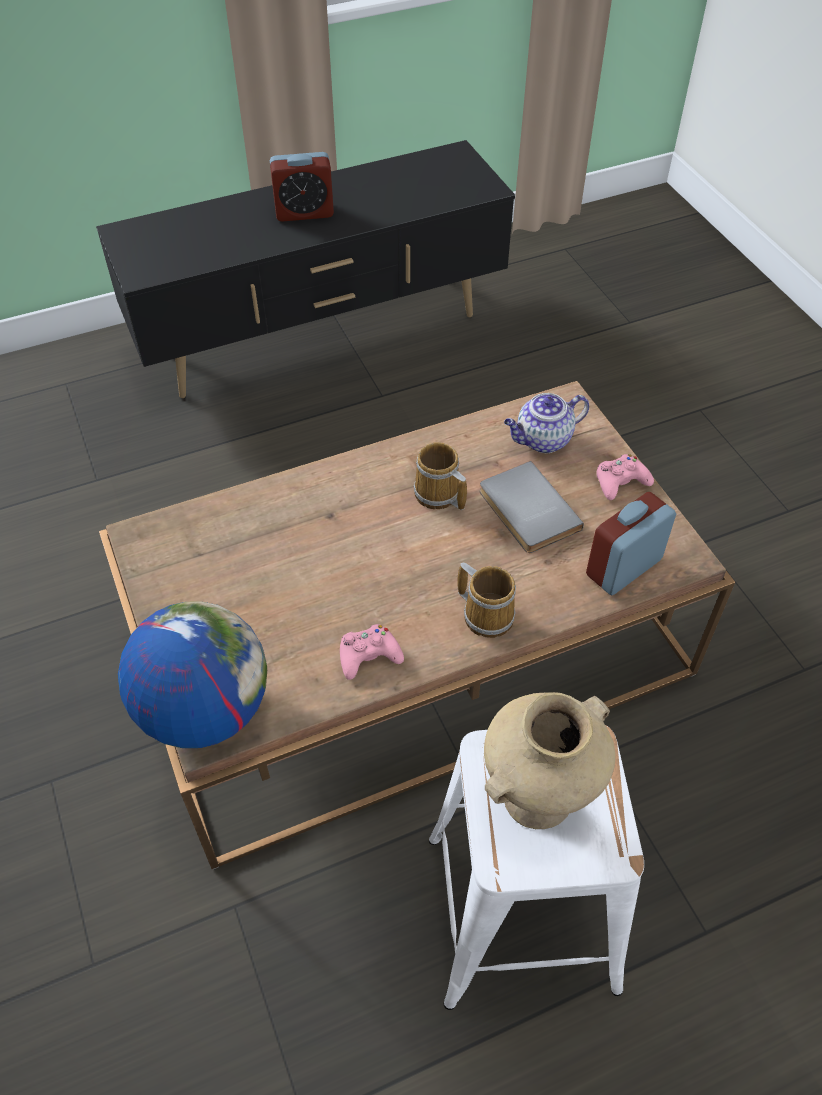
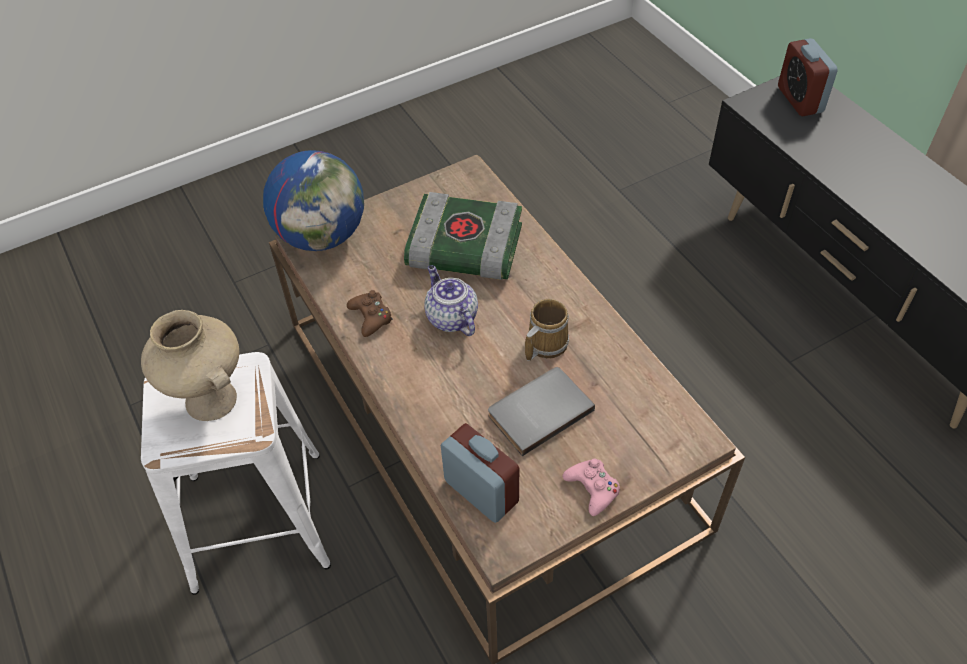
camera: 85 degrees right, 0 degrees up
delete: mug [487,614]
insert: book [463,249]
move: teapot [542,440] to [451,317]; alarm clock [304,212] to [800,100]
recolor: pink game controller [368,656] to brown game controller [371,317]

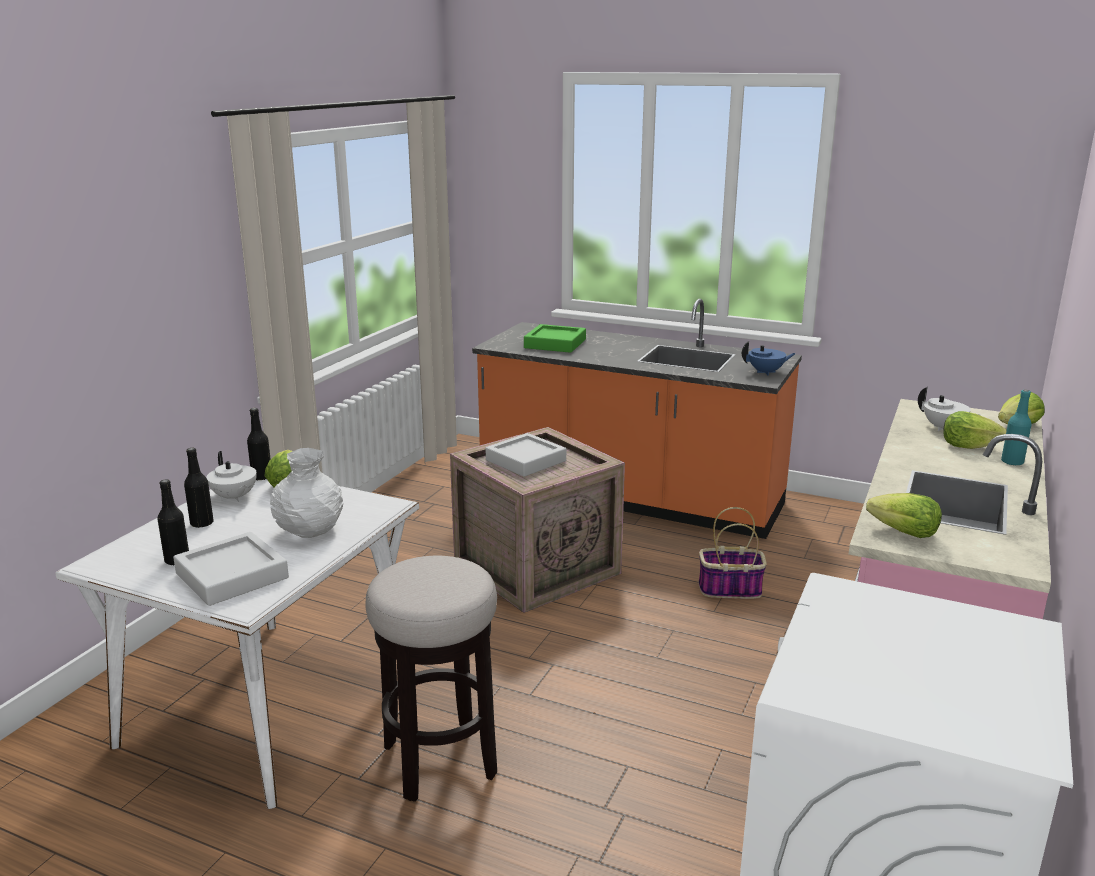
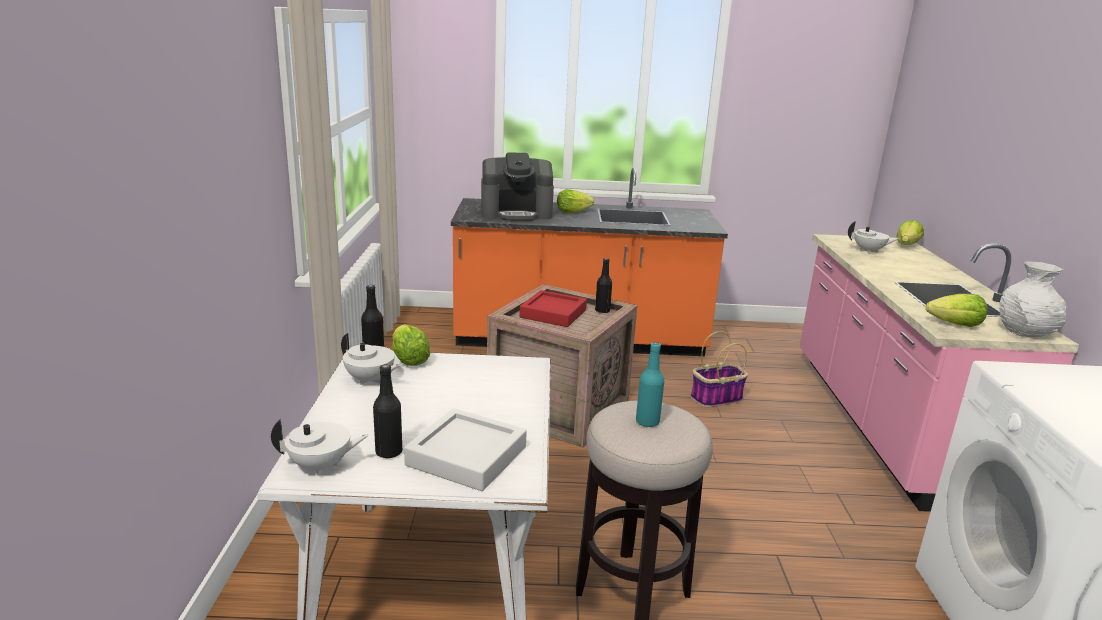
camera: 25 degrees left, 0 degrees up
delete: blue teapot [766,372]
insert: white teapot [321,466]
move: lettuce [968,446] to [572,212]; black bottle [202,523] to [602,311]; turquoise bottle [1012,462] to [647,422]; white vase [311,531] to [1025,332]
replace: green tray [555,344] to coffee machine [516,213]
recolor: grey tray [526,460] to red tray [553,314]

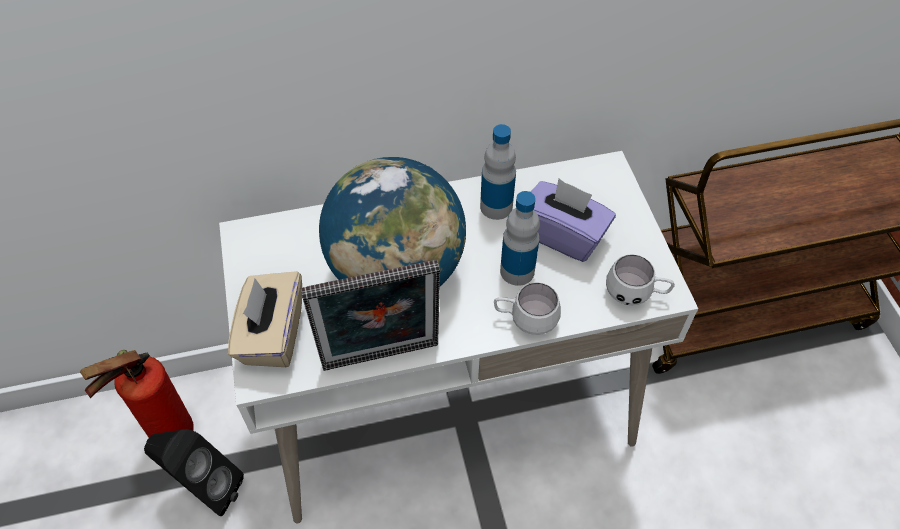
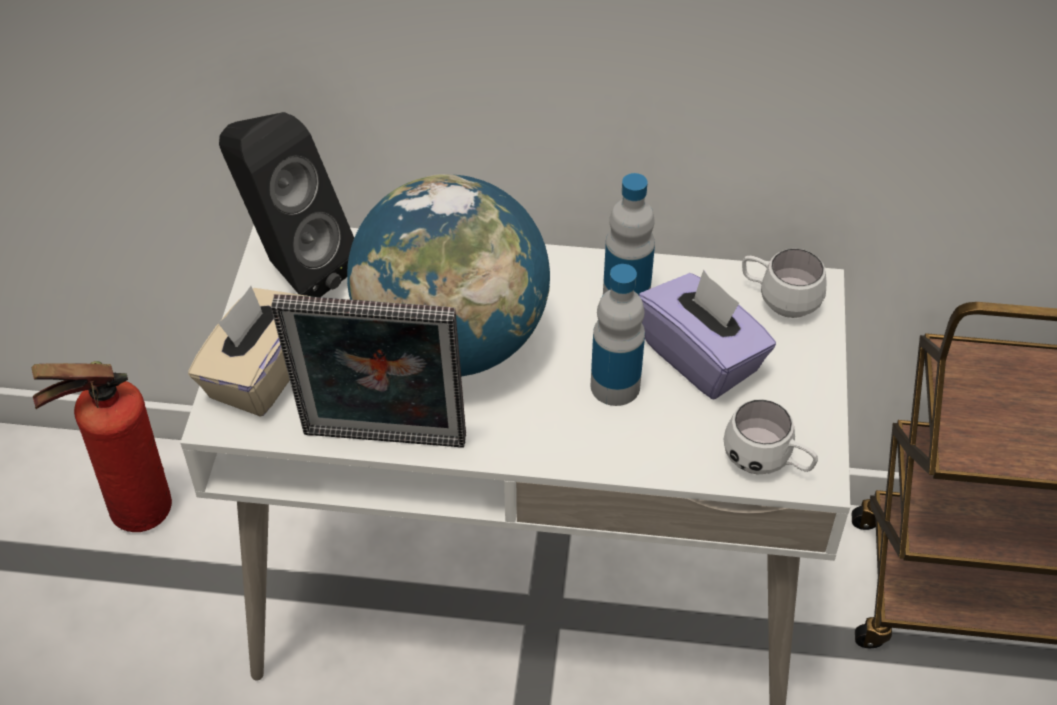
camera: 20 degrees right, 5 degrees down
move: black speaker [205,489] to [293,269]; white mug [525,319] to [778,299]

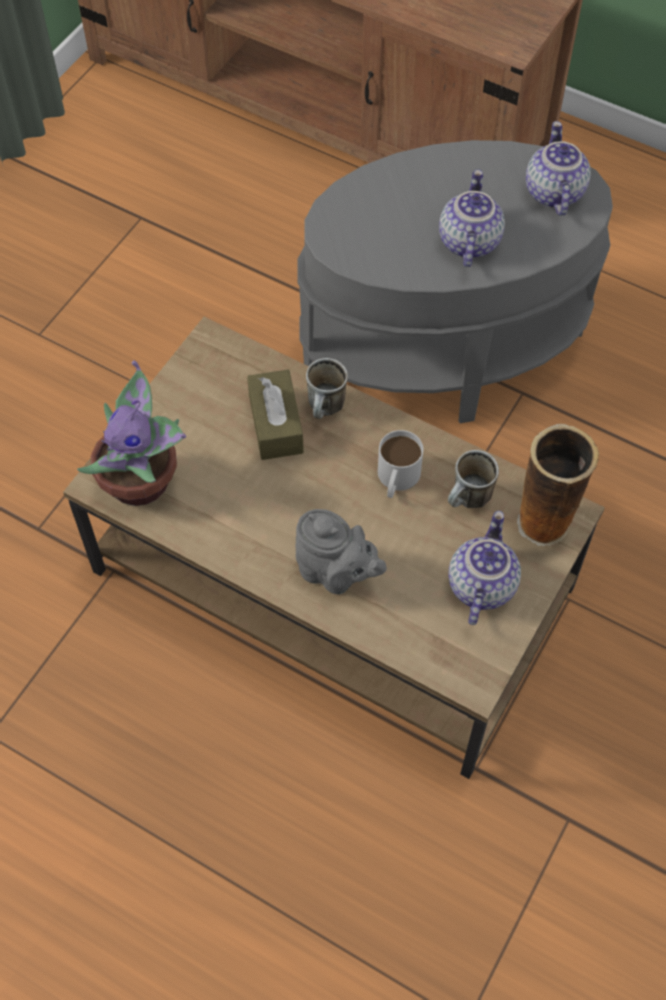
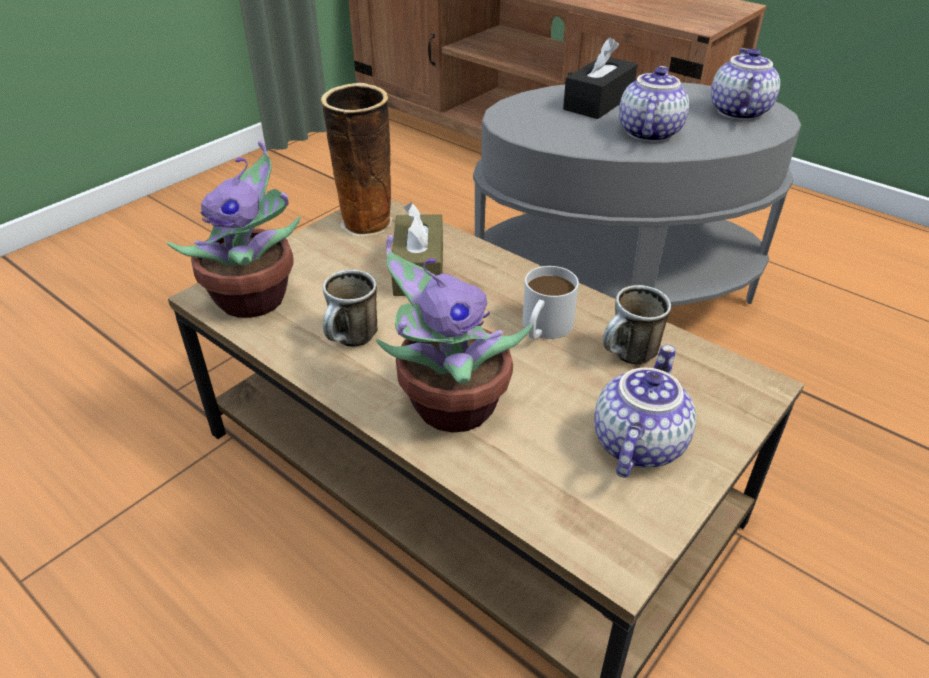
camera: 10 degrees right, 20 degrees down
insert: black tissue box [598,102]
move: vase [544,525] to [366,224]; mug [326,410] to [352,341]
replace: grey teapot [336,573] to potted plant [448,407]

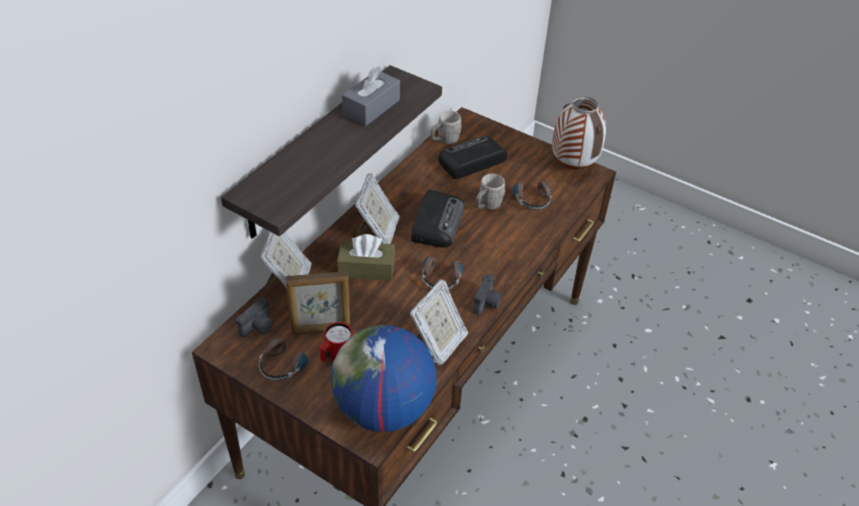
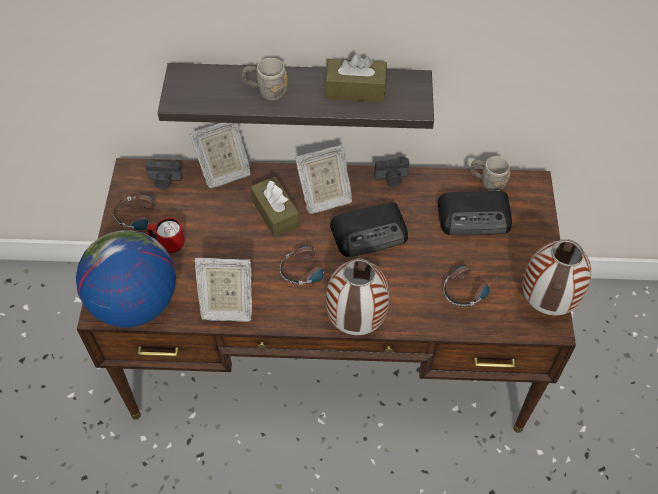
camera: 60 degrees right, 10 degrees up
delete: picture frame [321,330]
insert: vase [356,323]
move: grey mug [487,205] to [266,92]; photo camera [487,303] to [391,179]
recolor: grey tissue box [371,107] to brown tissue box [355,89]
rotate: radio [470,161] = [475,217] 150 degrees clockwise

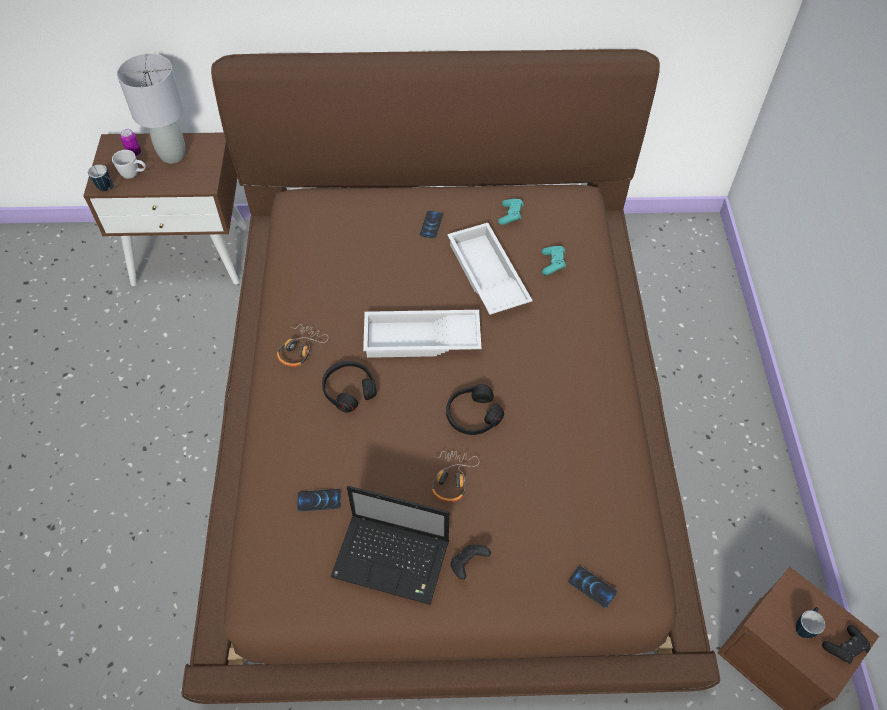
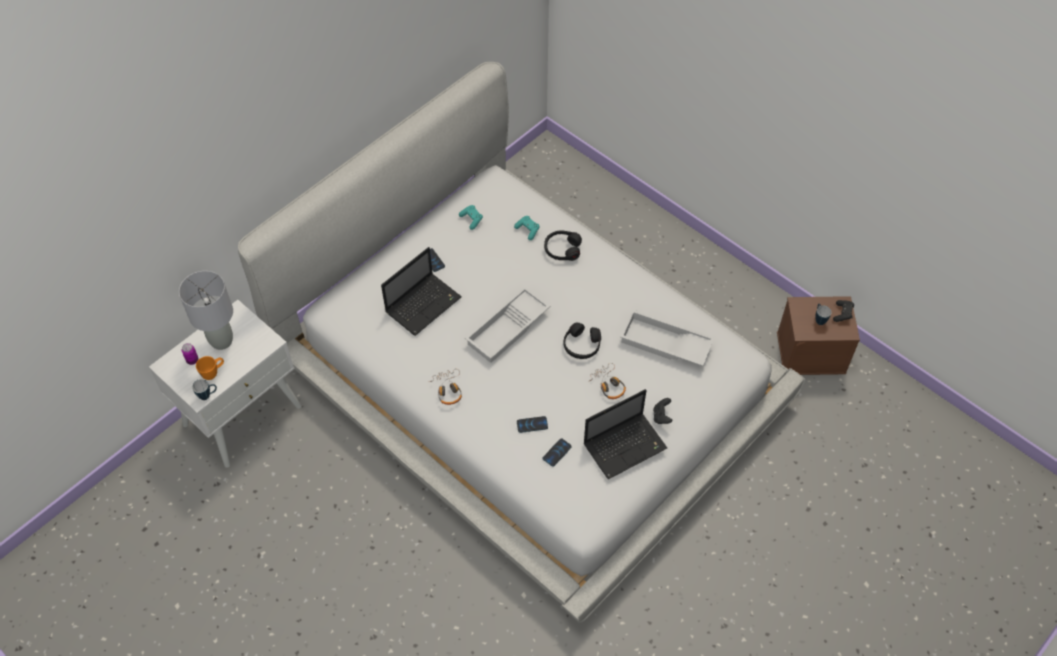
camera: 45 degrees left, 0 degrees up
insert: laptop [424,304]
move: phone [592,587] to [532,424]; black headphones [349,389] to [562,249]; white tray [485,275] to [664,344]
recolor: brown nightstand [191,254] to white nightstand [242,414]; white mug [134,175] to orange mug [213,373]; brown bed [443,420] to white bed [528,379]

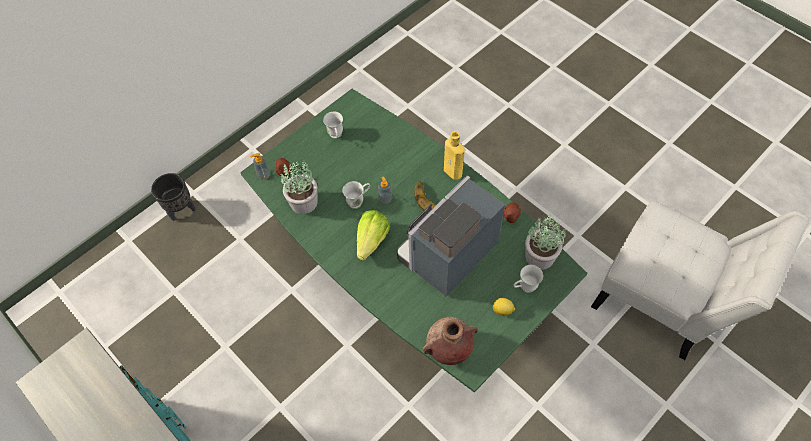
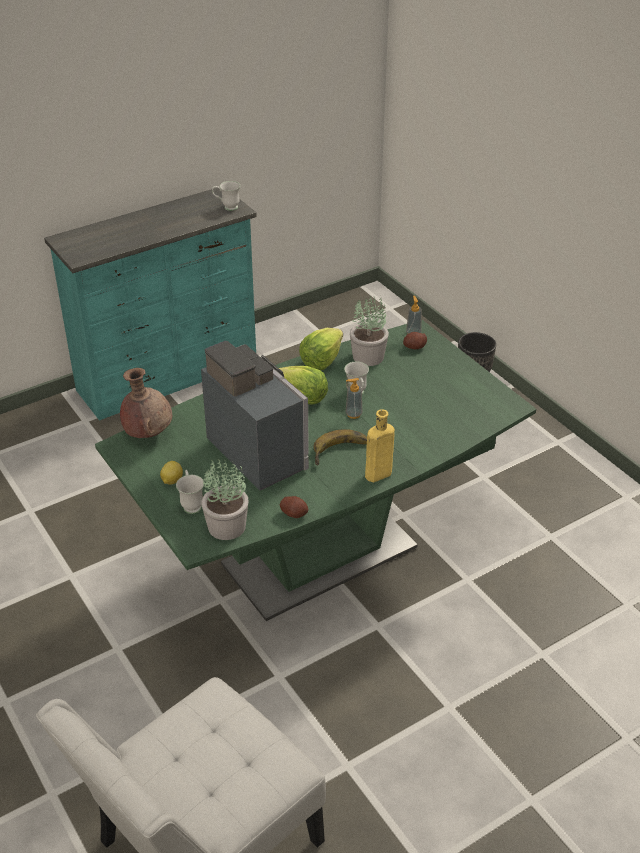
camera: 100 degrees right, 20 degrees down
insert: lettuce [321,361]
move: white mug [336,136] to [227,207]

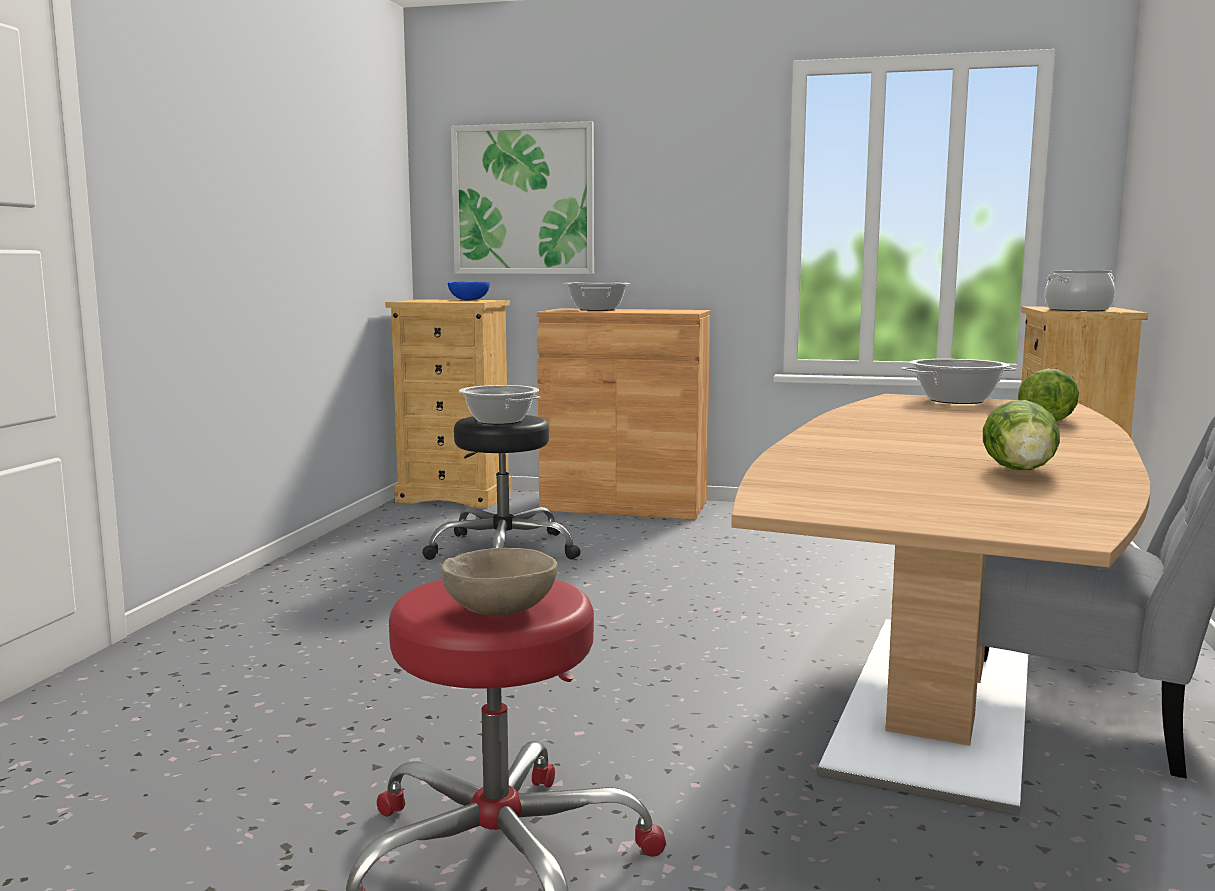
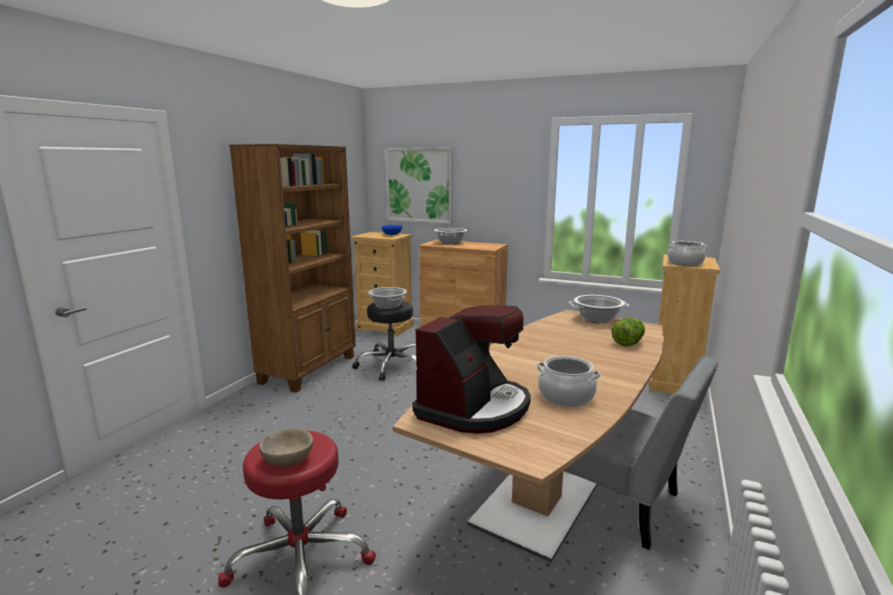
camera: 10 degrees right, 5 degrees up
insert: brown bookcase [309,369]; coffee machine [474,407]
replace: lettuce [1021,472] to cooking pot [566,396]

